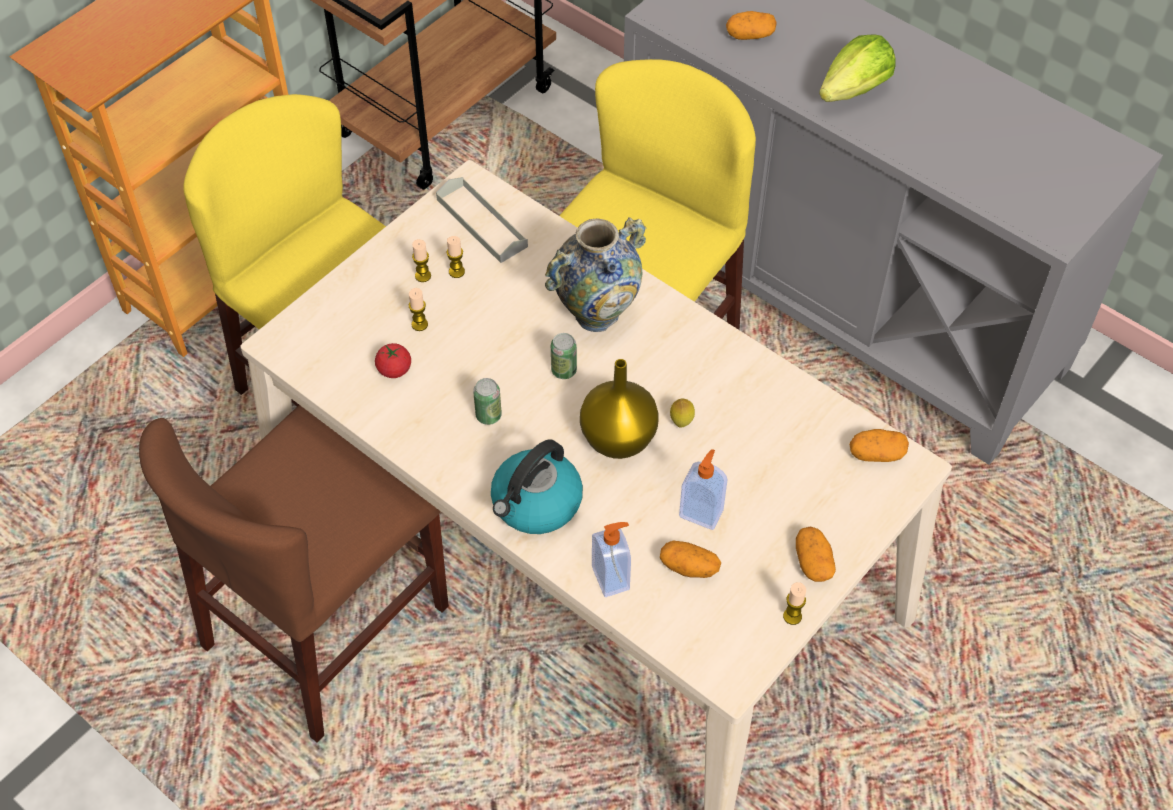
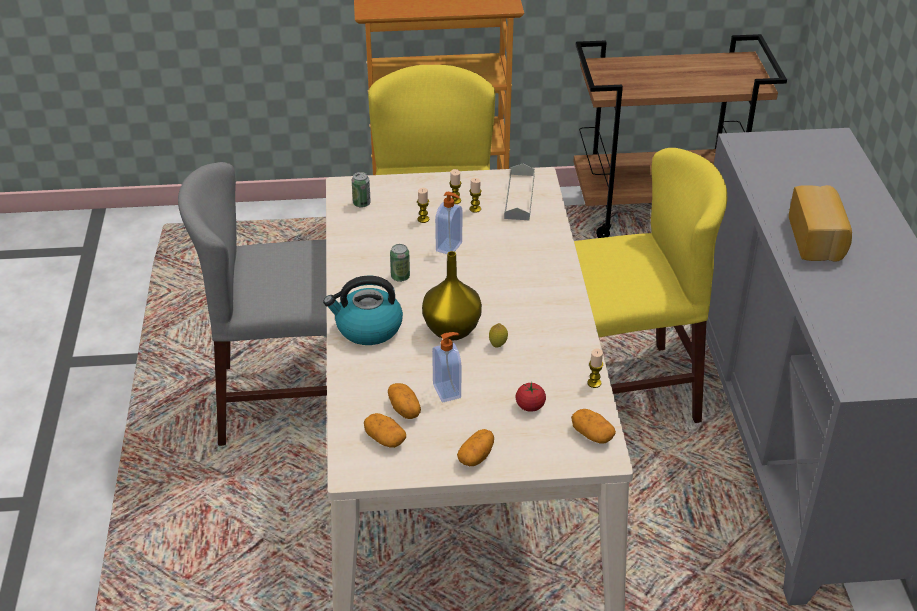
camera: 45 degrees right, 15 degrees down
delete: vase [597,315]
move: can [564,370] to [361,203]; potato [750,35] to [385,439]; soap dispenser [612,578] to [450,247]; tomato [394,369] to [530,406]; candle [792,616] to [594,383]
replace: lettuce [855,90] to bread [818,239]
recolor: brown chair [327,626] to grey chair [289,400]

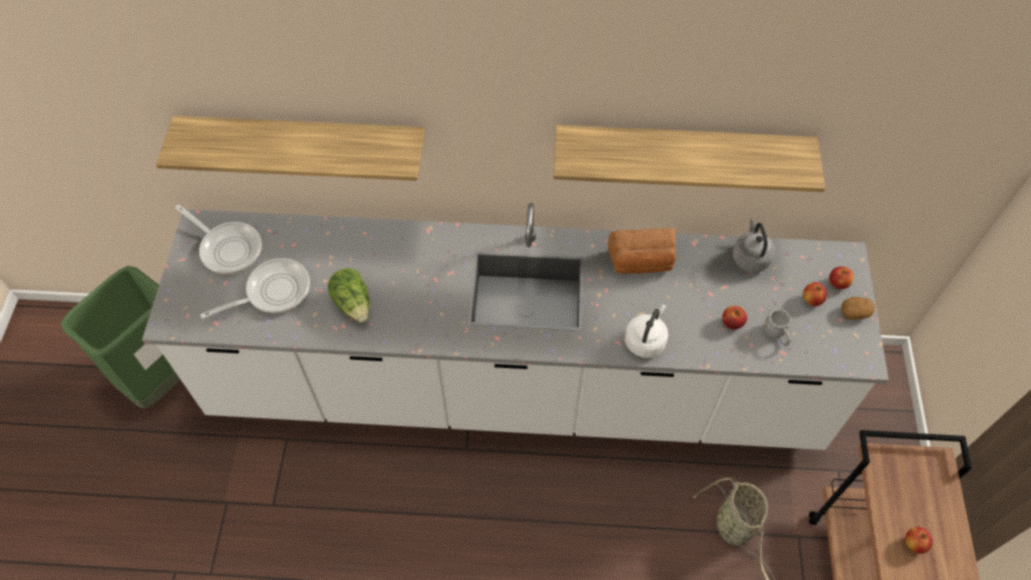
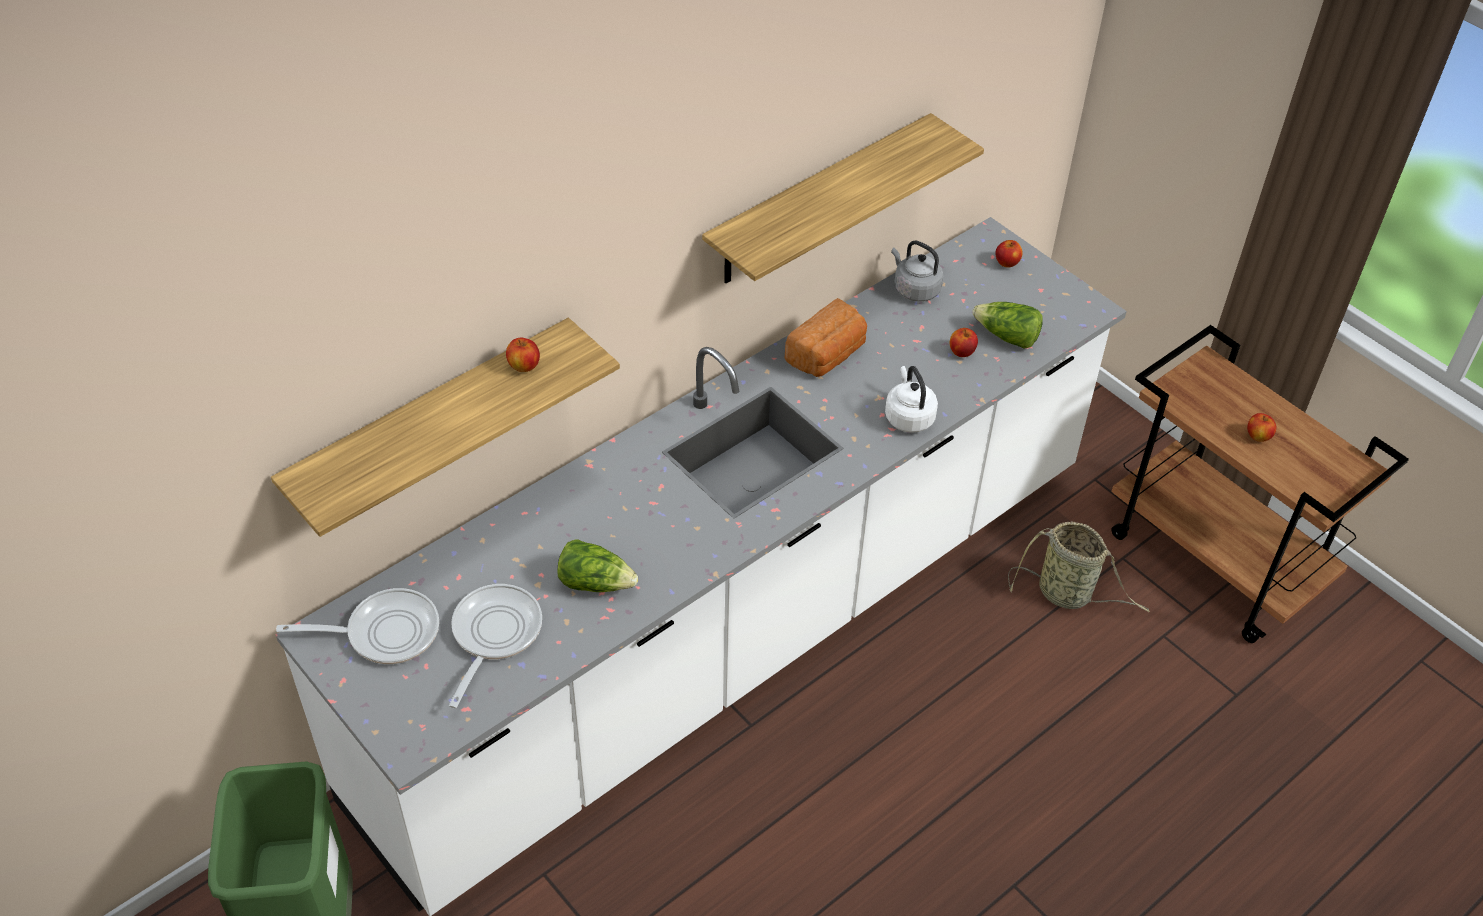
camera: 45 degrees left, 10 degrees down
delete: potato [855,312]
move: apple [811,300] to [524,366]
replace: grey mug [776,335] to lettuce [1007,337]

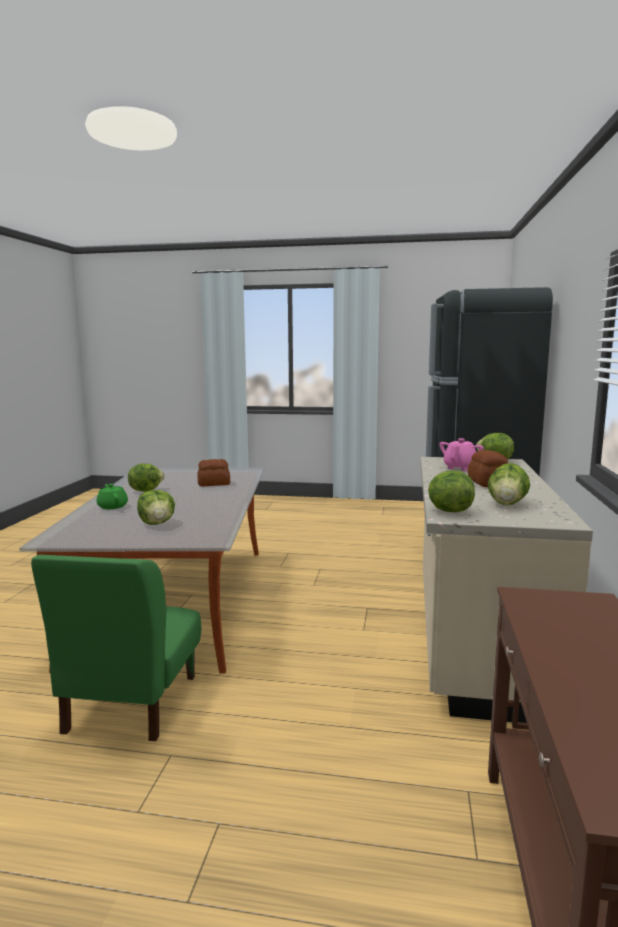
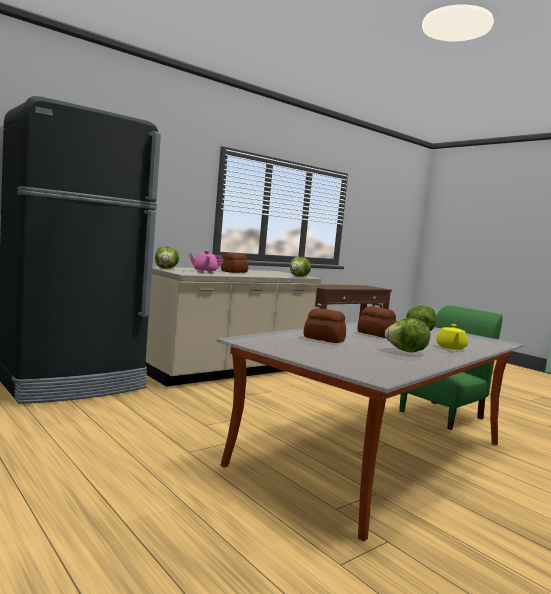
camera: 140 degrees left, 5 degrees down
delete: lettuce [507,504]
insert: bread [376,334]
recolor: green teapot [112,506] to yellow teapot [450,348]

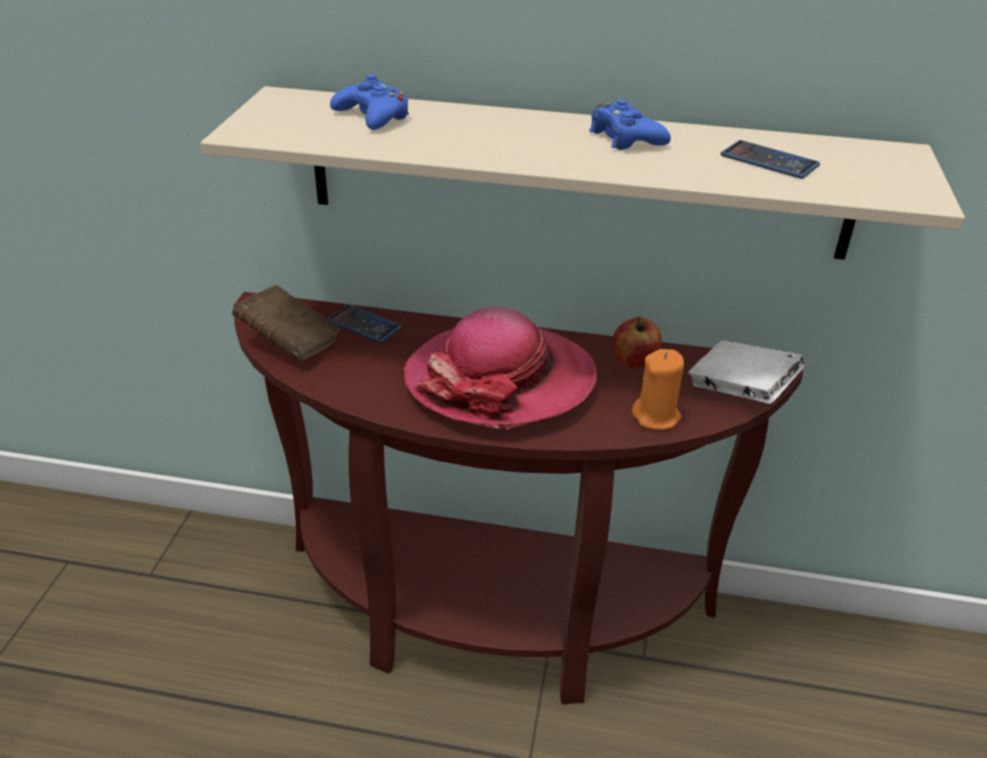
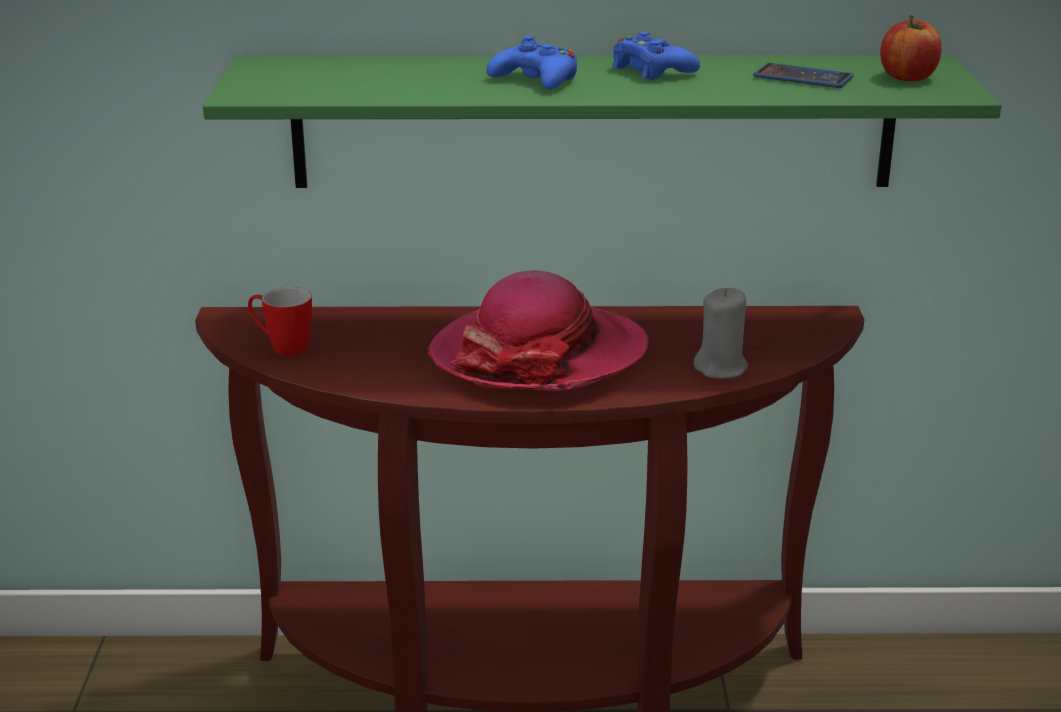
camera: 10 degrees left, 10 degrees down
delete: phone [364,324]; white book [740,390]
move: blue game controller [373,116] to [536,80]; apple [634,361] to [908,77]
replace: brown book [289,343] to mug [281,347]
recolor: beige shelf [576,173] to green shelf [593,121]; orange candle [656,416] to grey candle [721,368]

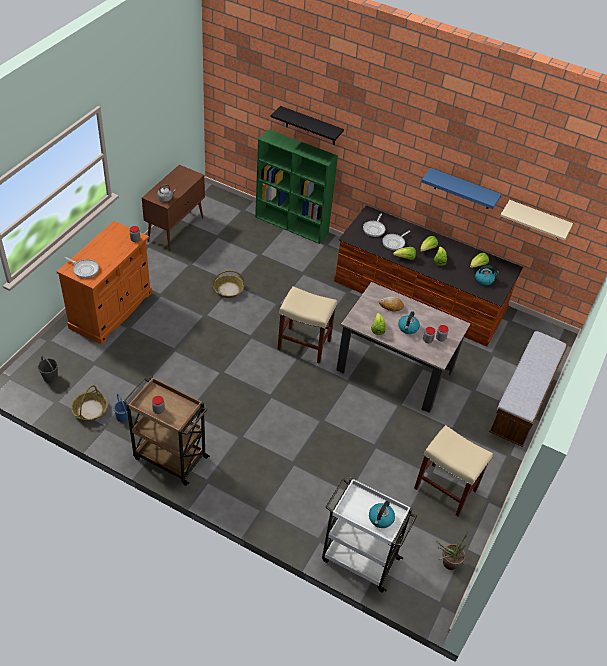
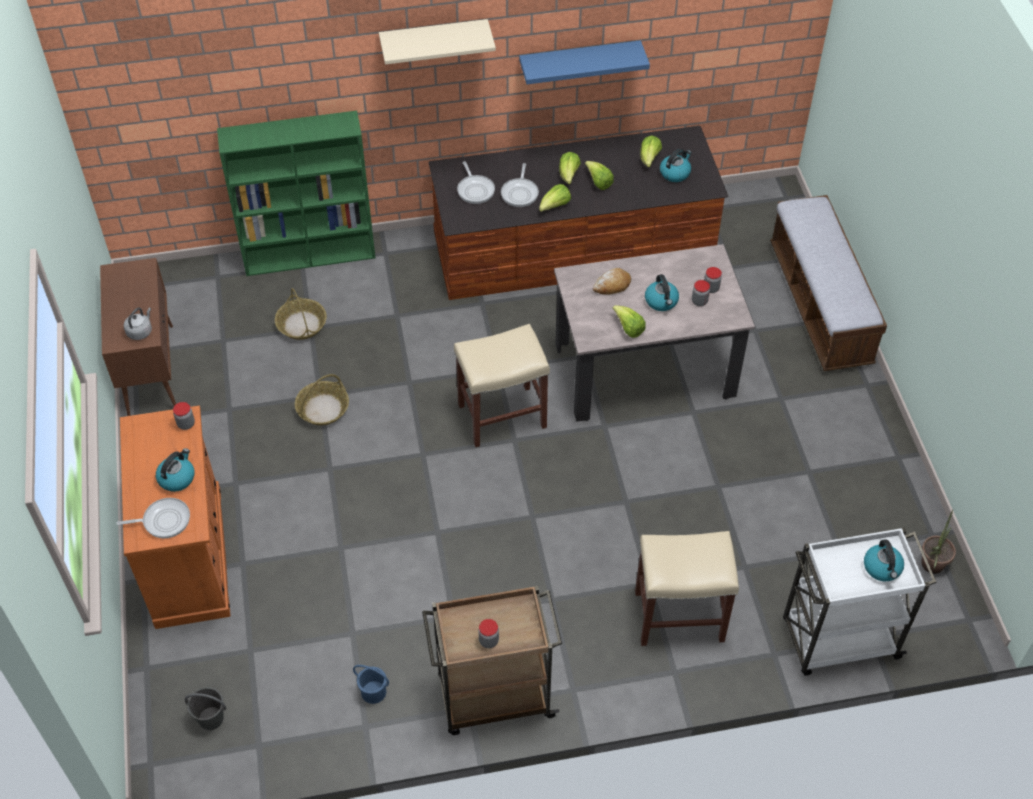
camera: 35 degrees left, 5 degrees up
delete: black shelf [311,126]
insert: kettle [177,478]
move: basket [90,409] to [301,324]; beige shelf [537,220] to [434,41]; beige stool [446,489] to [680,615]

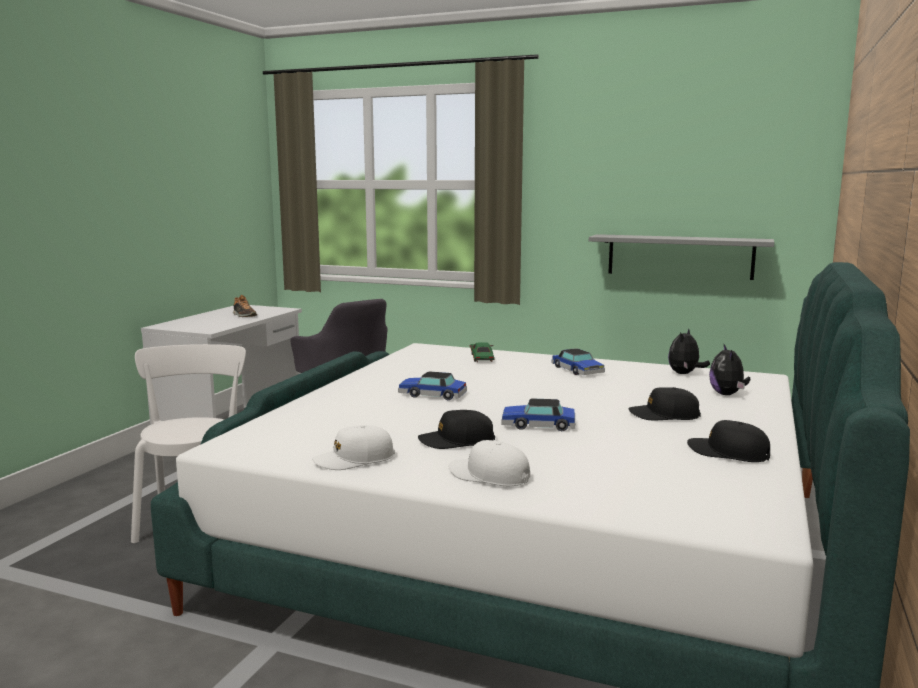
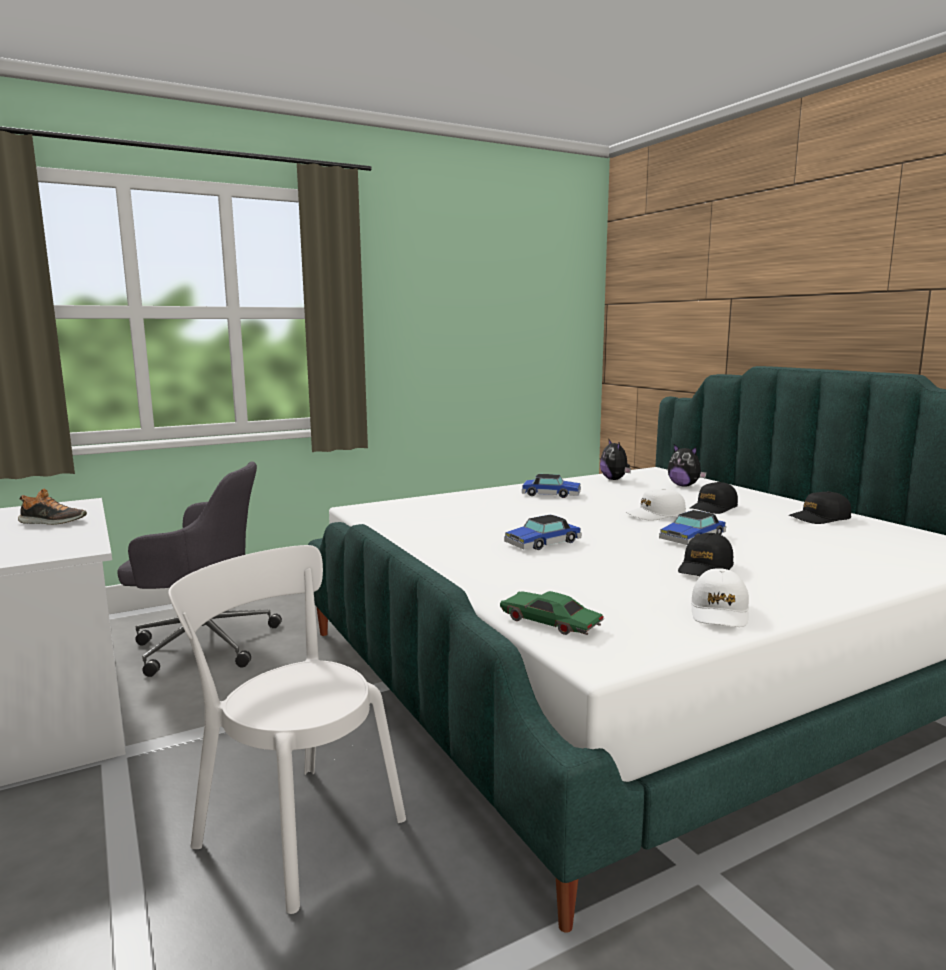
camera: 50 degrees left, 0 degrees up
delete: grey shelf [680,256]
move: green toy car [482,358] to [550,623]; white cap [489,476] to [656,515]

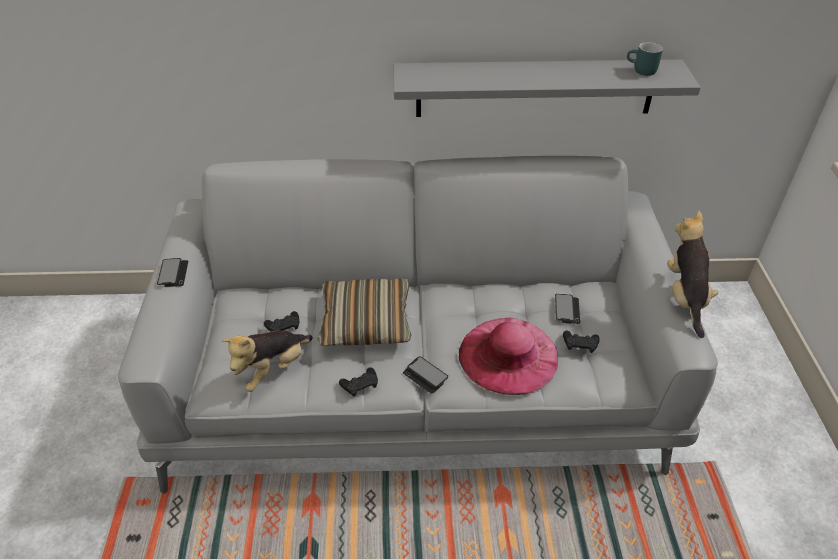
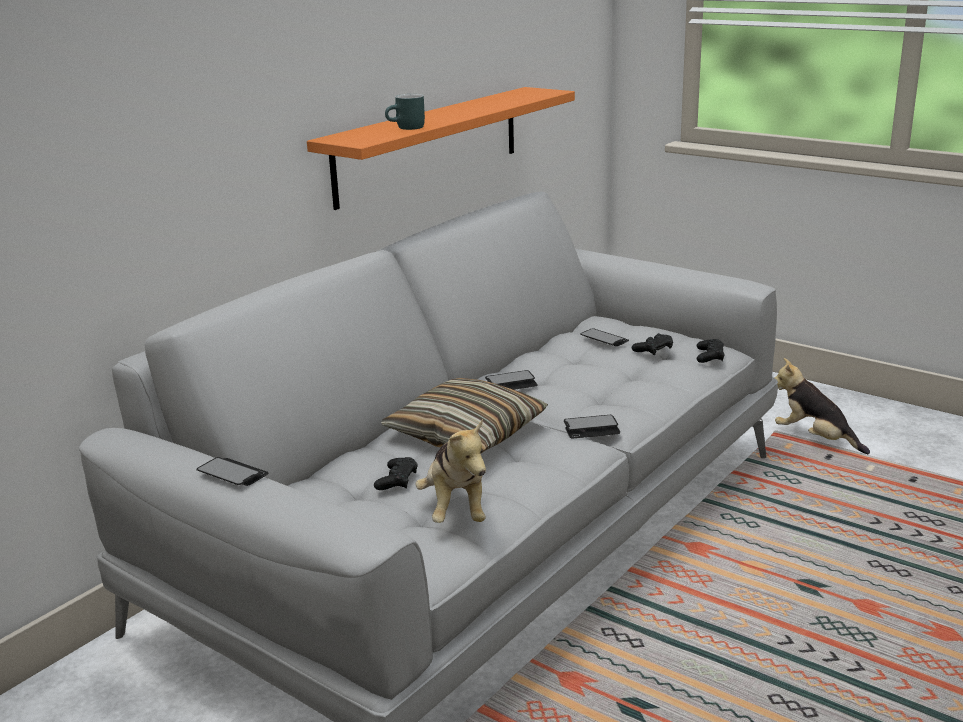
camera: 50 degrees left, 20 degrees down
delete: pink hat [508,355]
insert: phone [511,383]
move: turquoise mug [641,71] to [407,128]; black game controller [360,384] to [709,356]; plush toy [685,297] to [814,439]
recolor: grey shelf [535,88] to orange shelf [429,145]

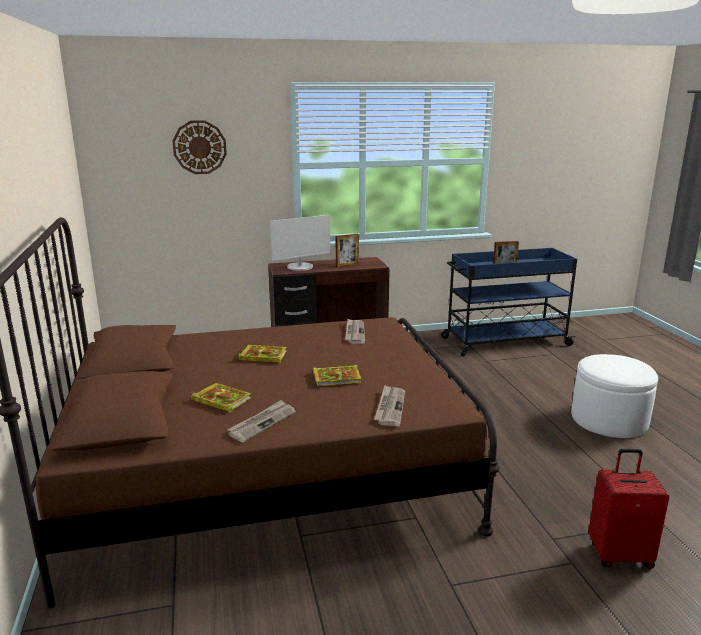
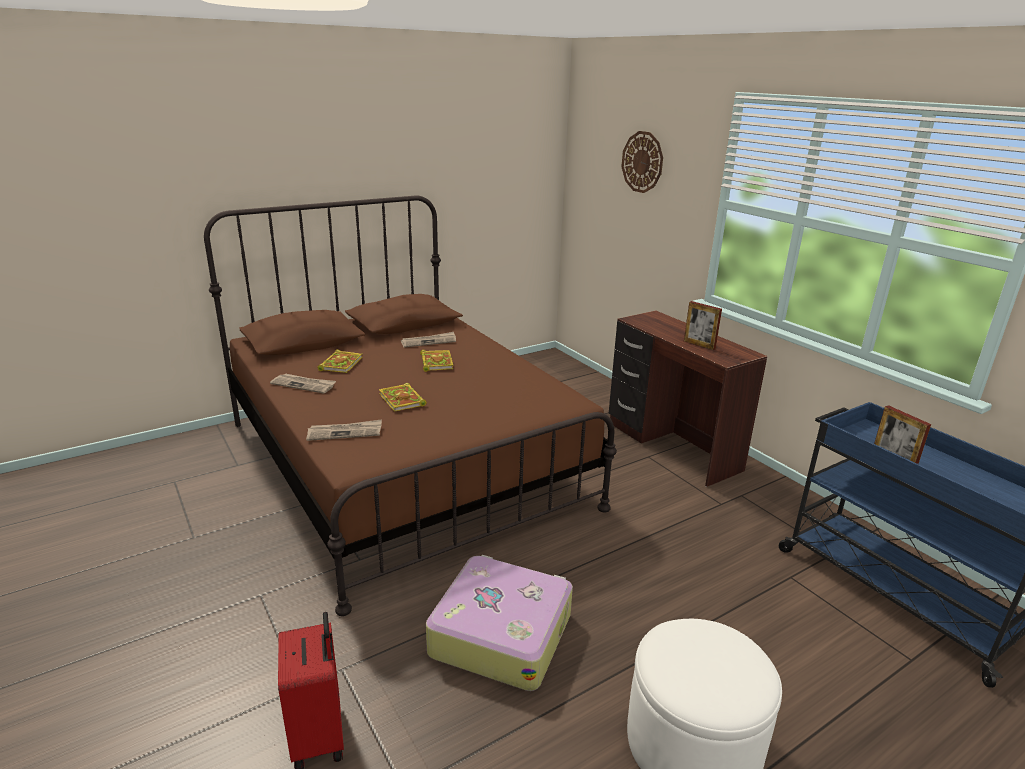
camera: 70 degrees right, 5 degrees up
delete: monitor [300,267]
insert: suitcase [501,633]
move: newspaper [354,333] to [429,341]

